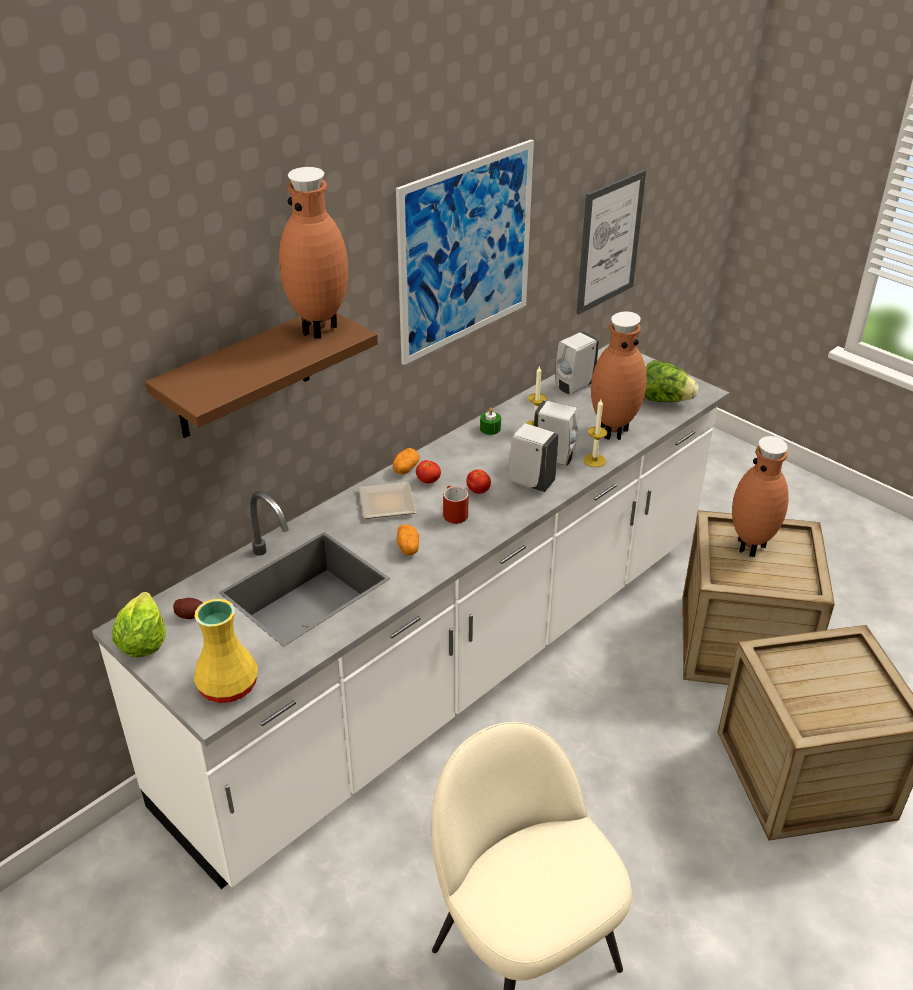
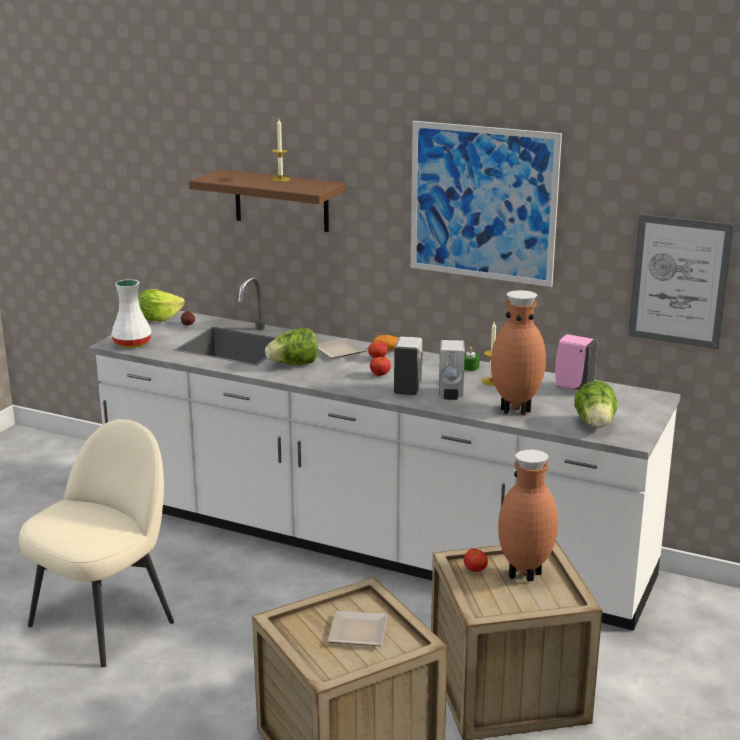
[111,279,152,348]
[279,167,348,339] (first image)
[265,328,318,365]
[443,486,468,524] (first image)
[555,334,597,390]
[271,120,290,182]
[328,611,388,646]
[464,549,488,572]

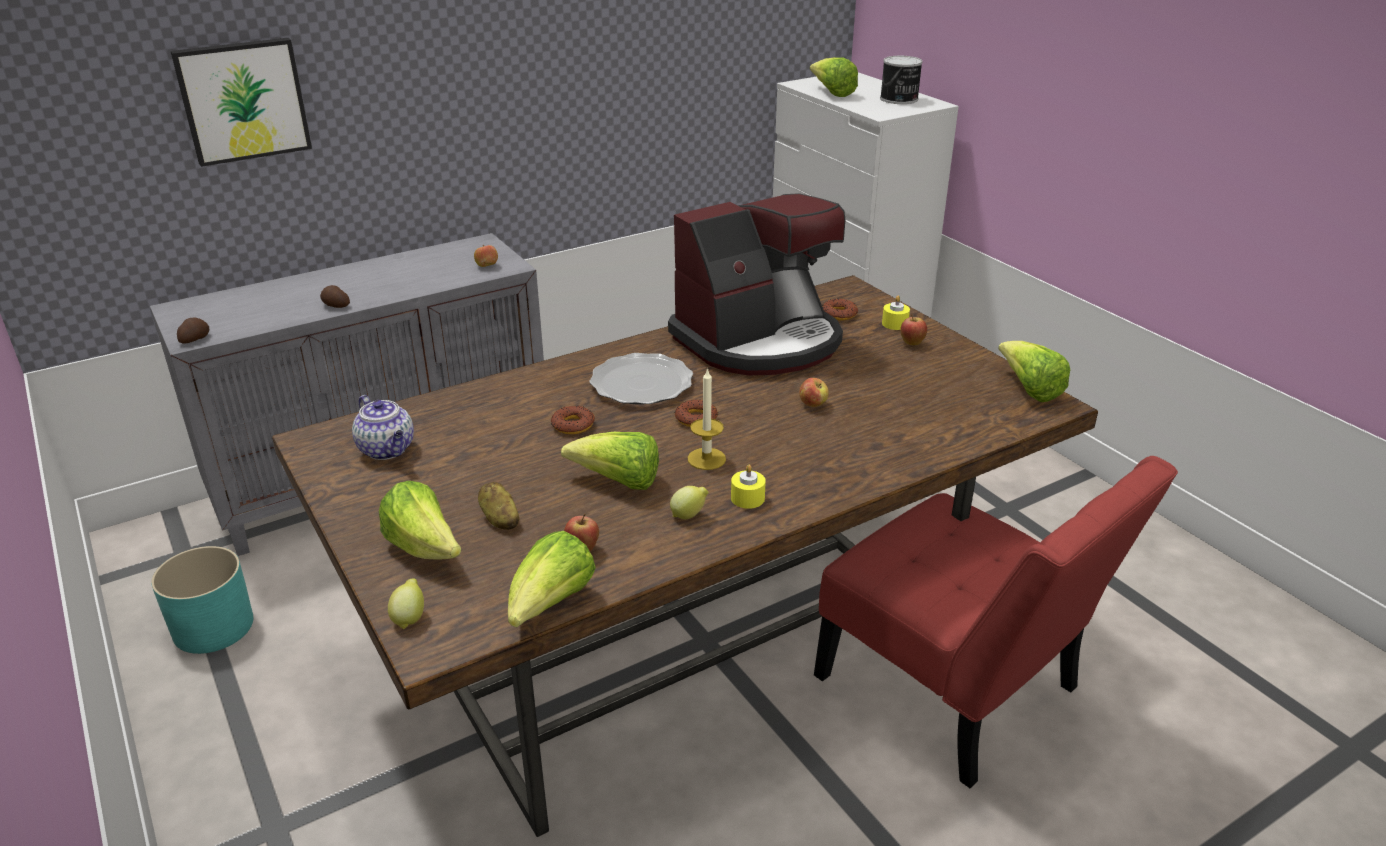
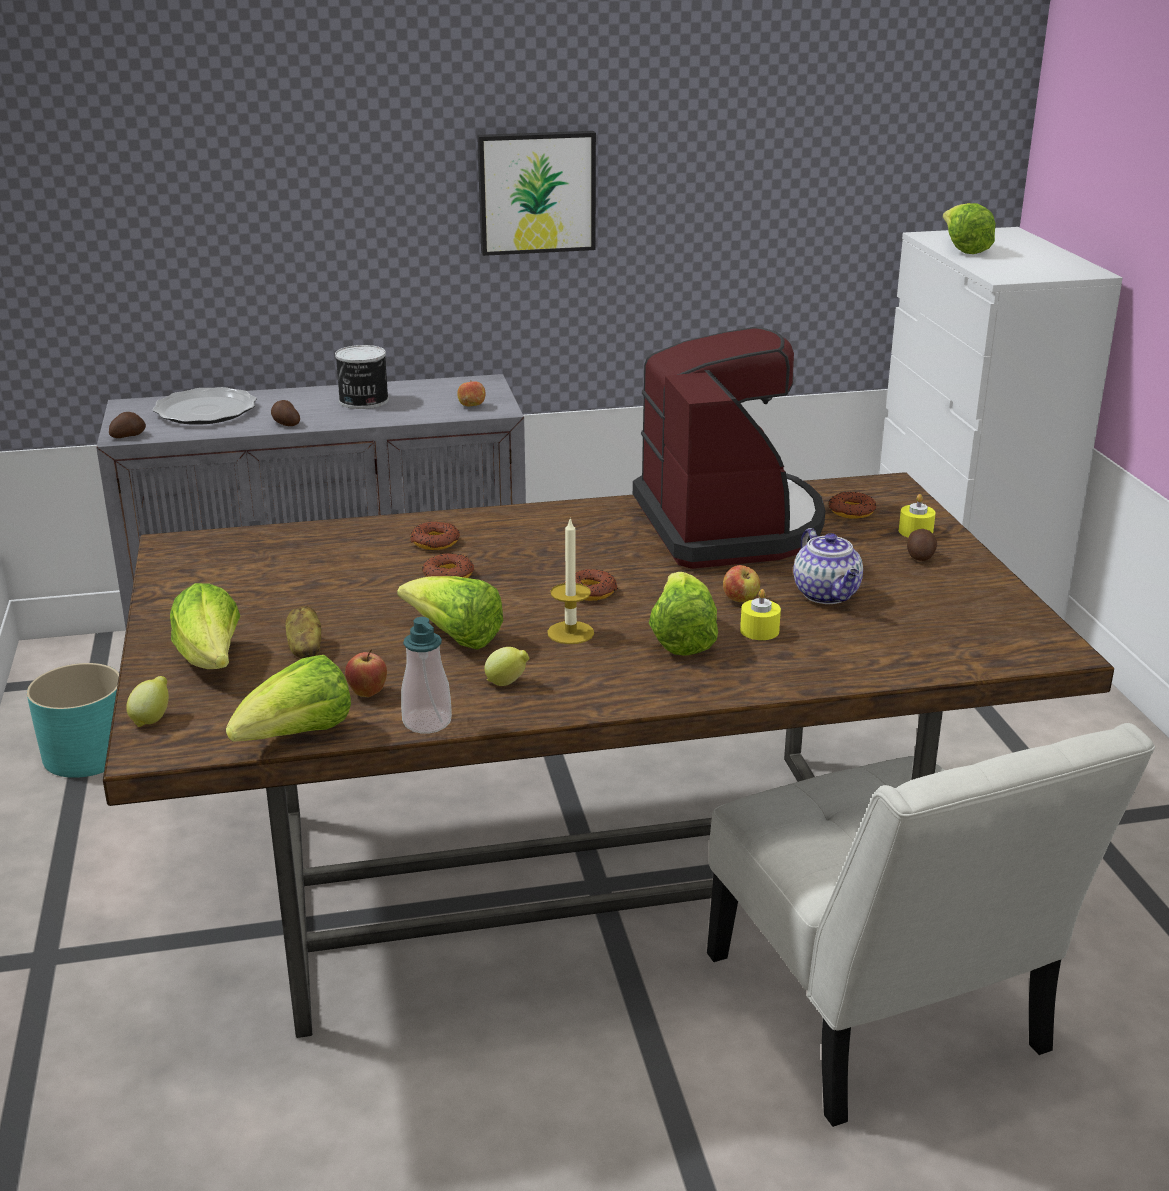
[477,131,596,256]
[793,528,863,604]
[152,387,257,425]
[633,327,825,569]
[740,589,781,640]
[707,723,1155,1127]
[335,345,389,409]
[907,529,937,561]
[649,572,718,656]
[401,617,452,733]
[411,521,460,550]

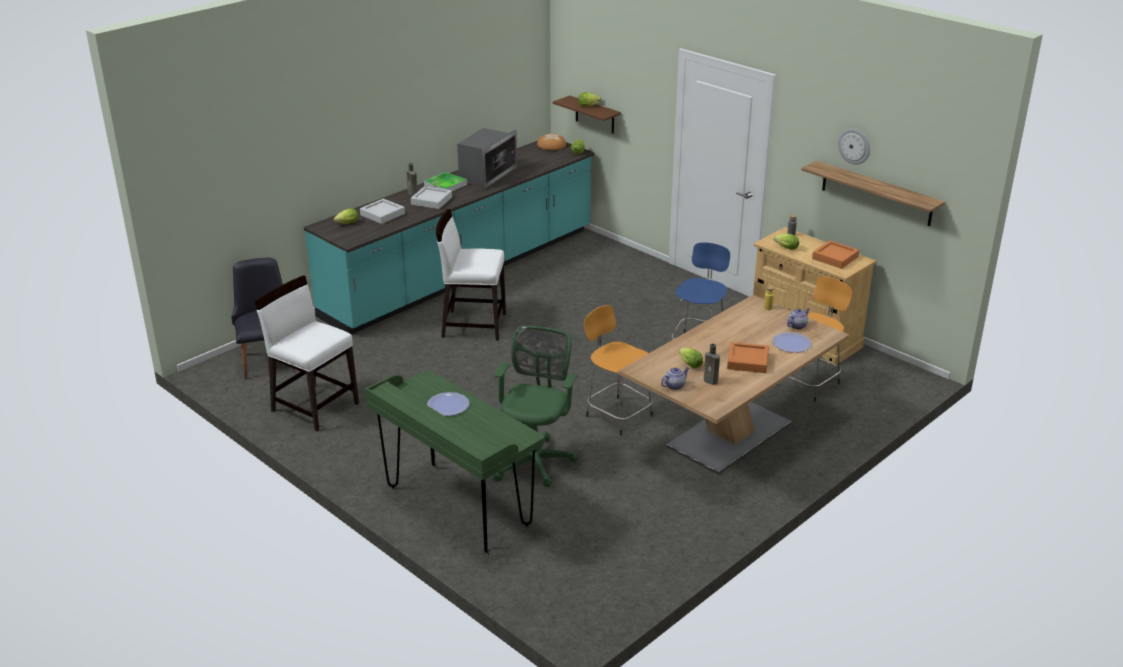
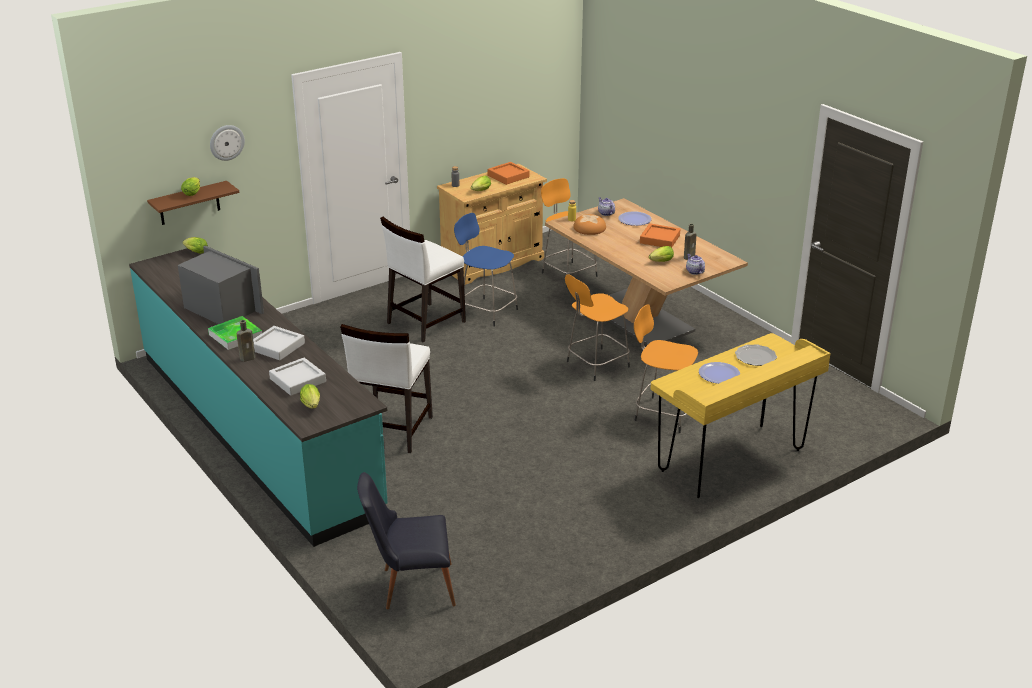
[380,217,466,342]
[650,333,830,498]
[634,304,698,433]
[573,214,606,235]
[801,161,945,226] (first image)
[210,125,245,161]
[735,344,777,366]

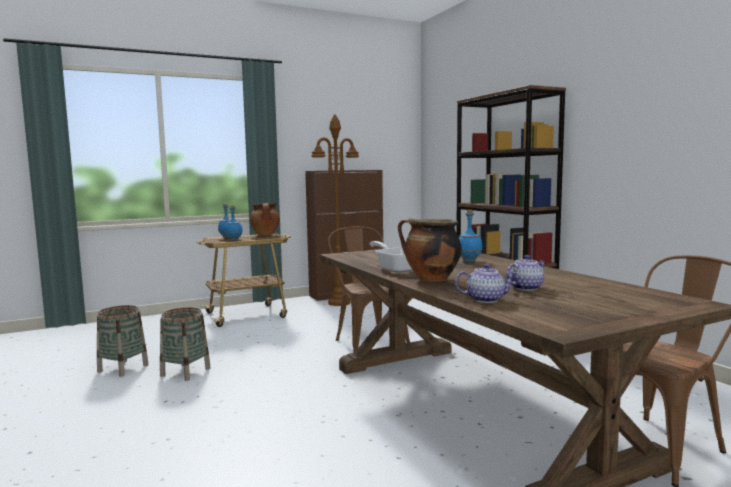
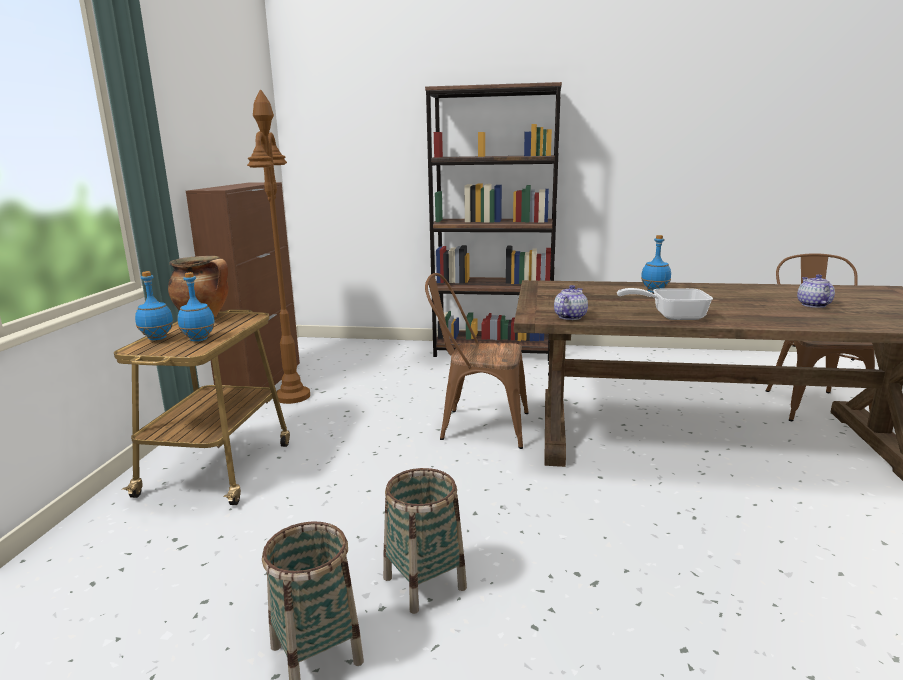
[398,218,462,282] (first image)
[554,285,588,320]

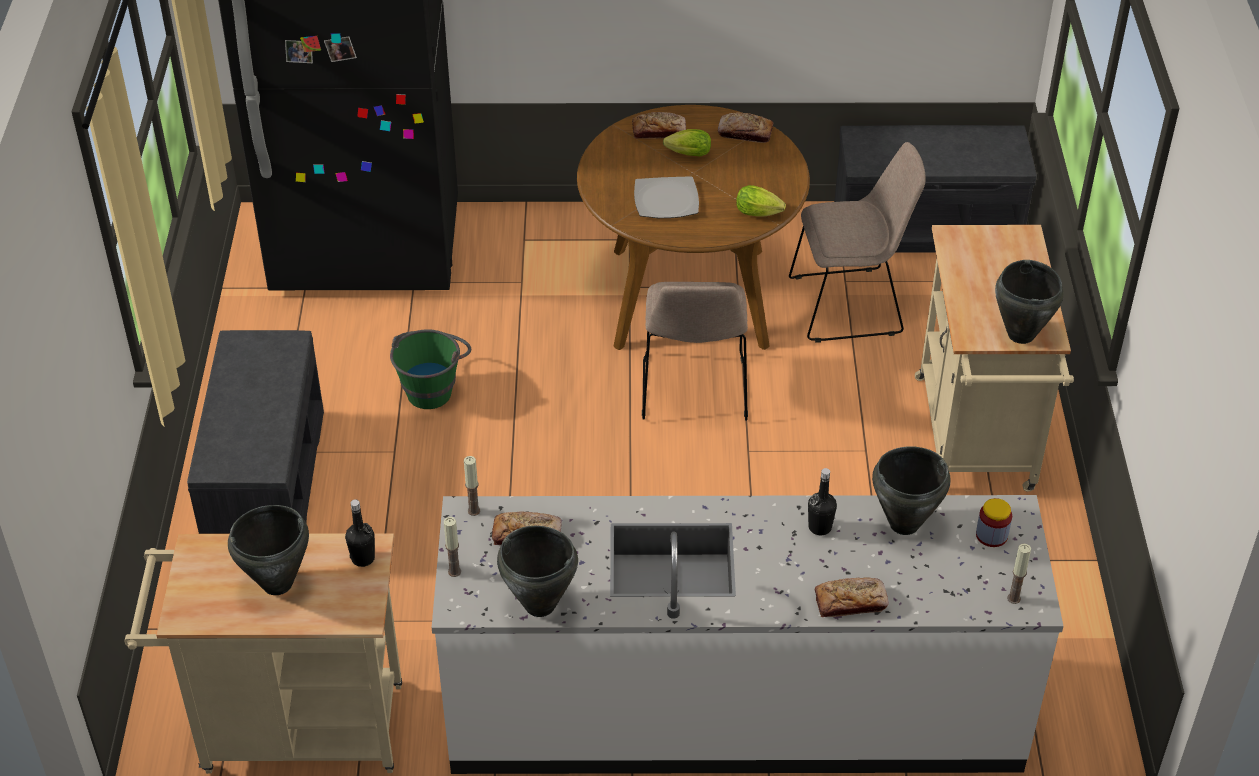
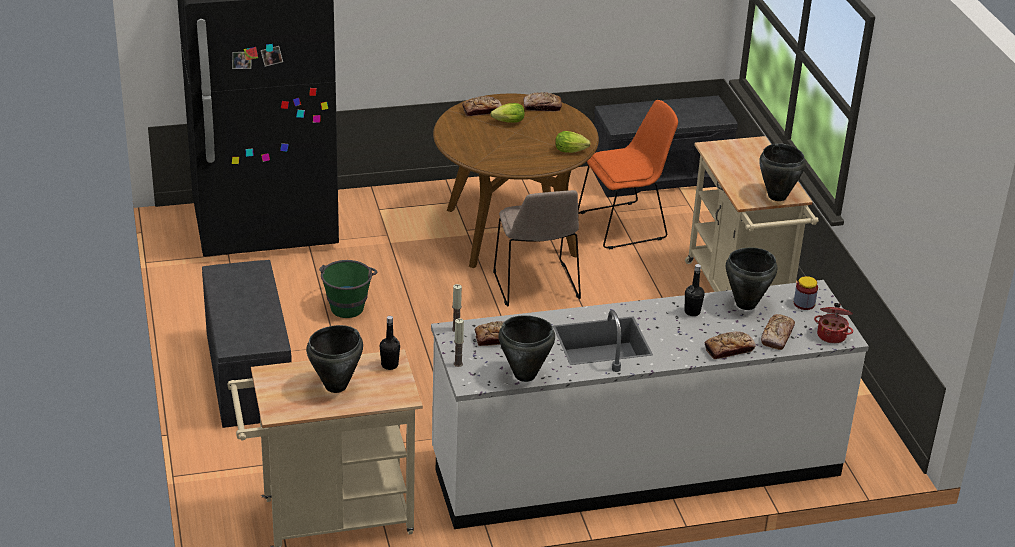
[634,176,699,218] (first image)
[578,100,678,249]
[814,303,853,344]
[761,314,795,350]

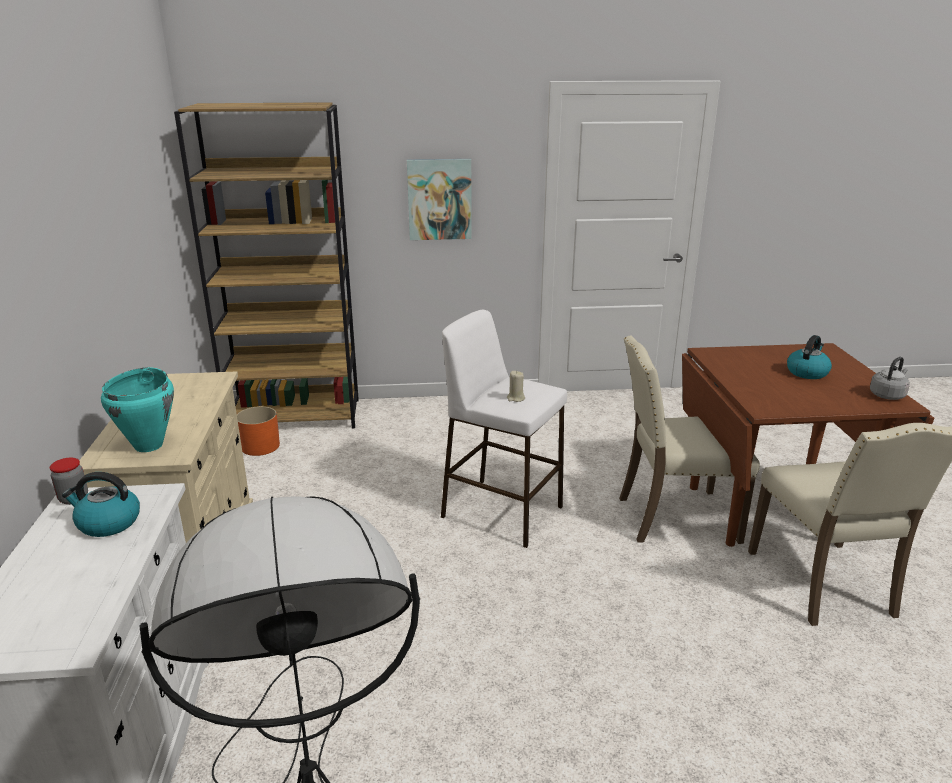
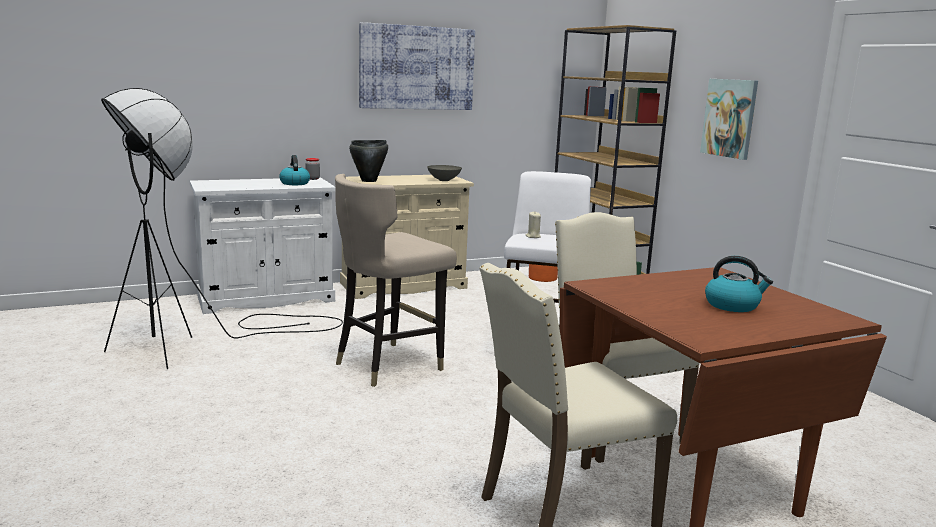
[349,140,388,182]
[870,357,910,400] (first image)
[335,174,457,387]
[359,22,475,110]
[427,165,462,181]

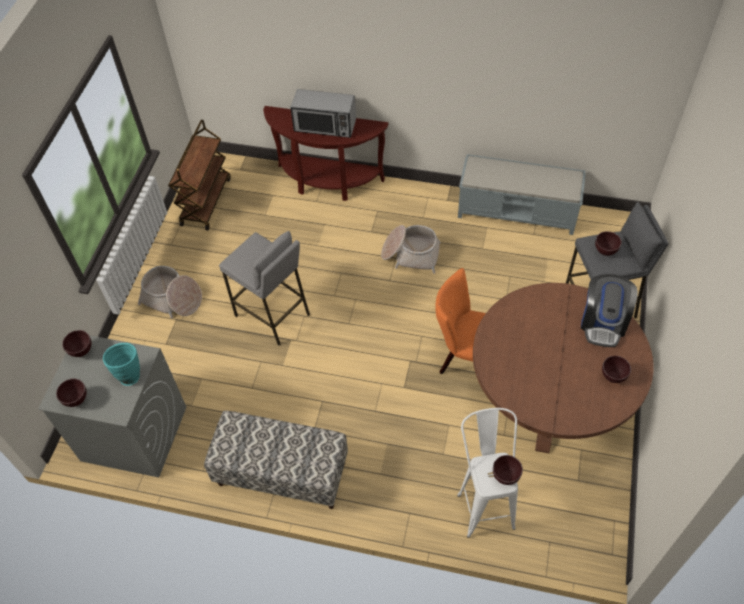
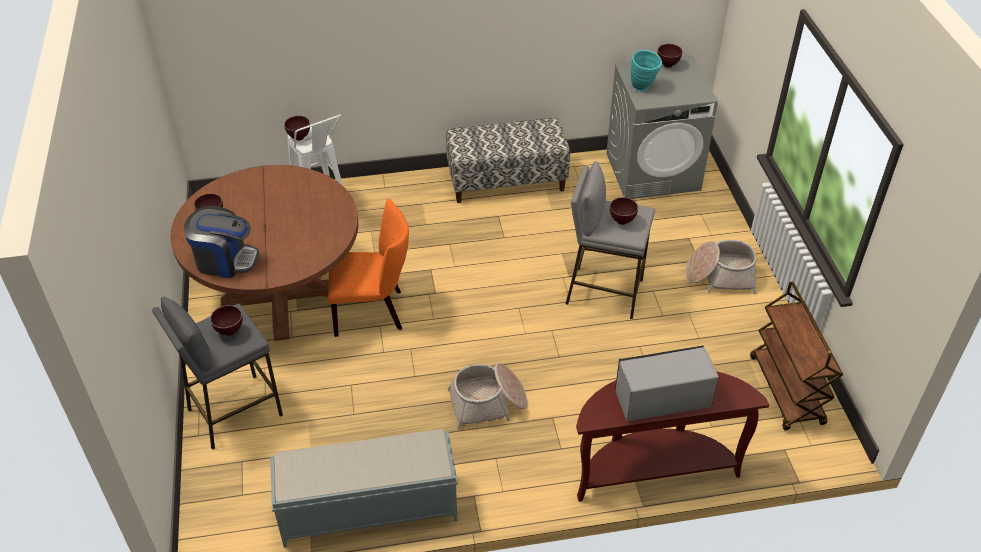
[610,197,638,225]
[184,206,259,278]

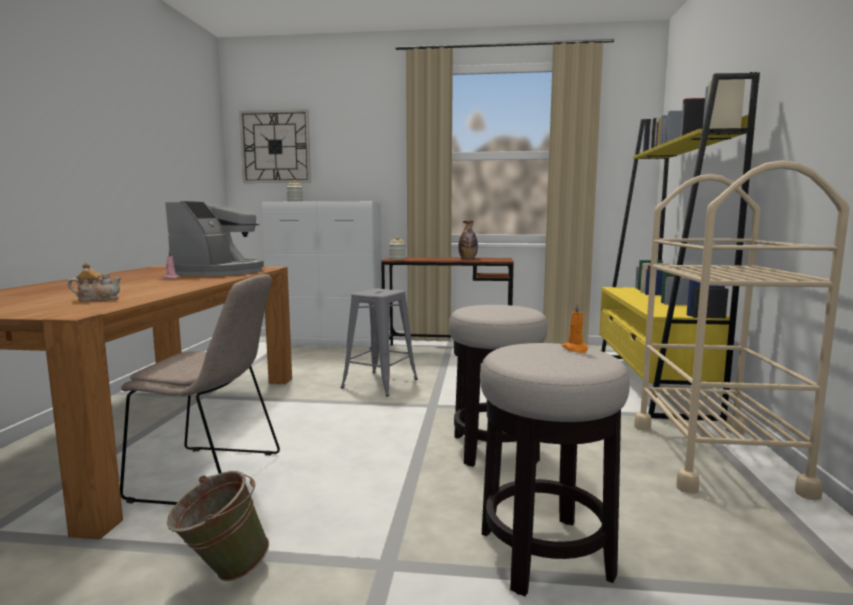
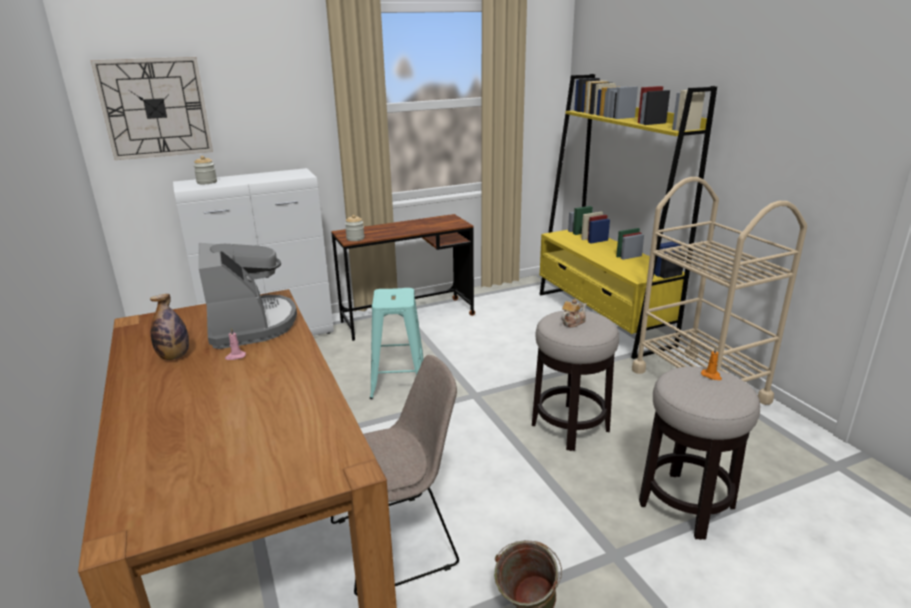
[561,299,587,328]
[370,288,424,399]
[150,294,189,360]

